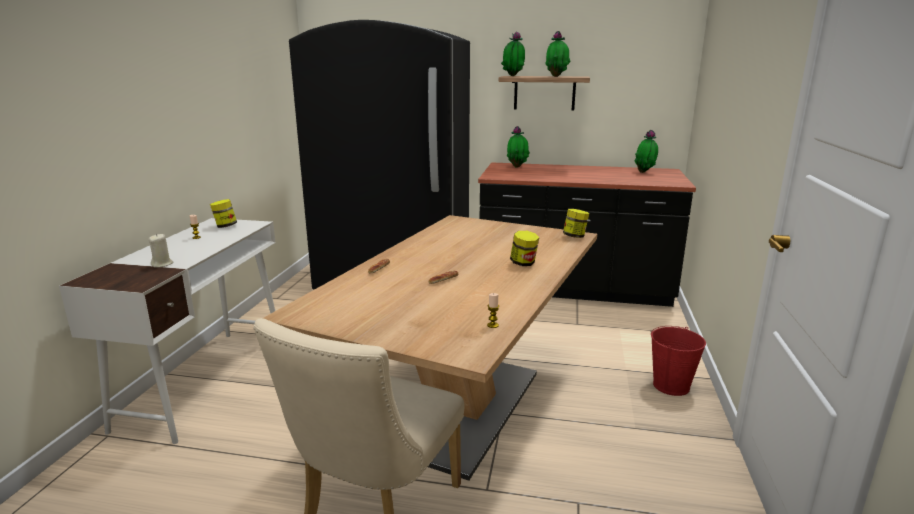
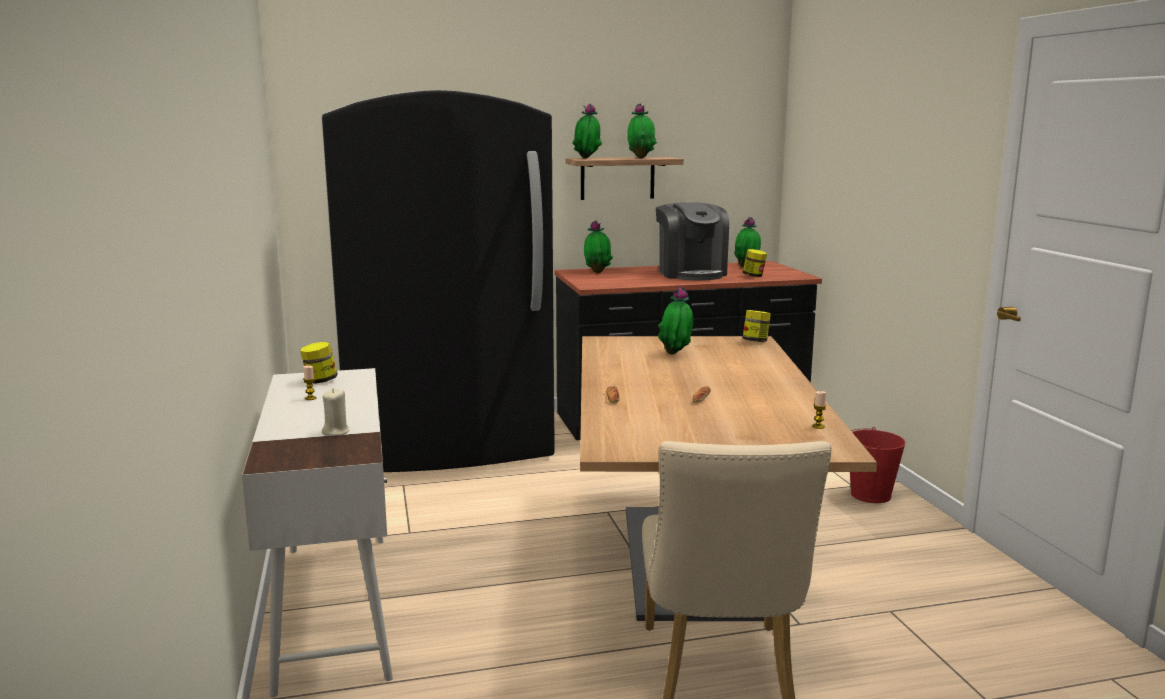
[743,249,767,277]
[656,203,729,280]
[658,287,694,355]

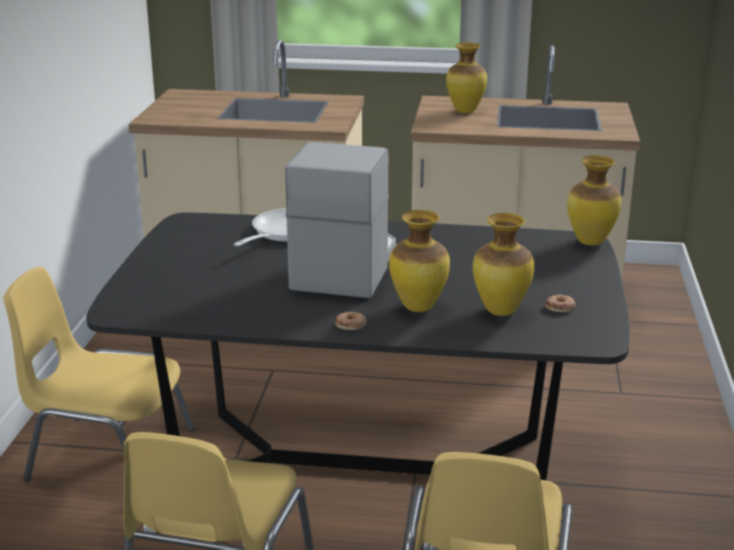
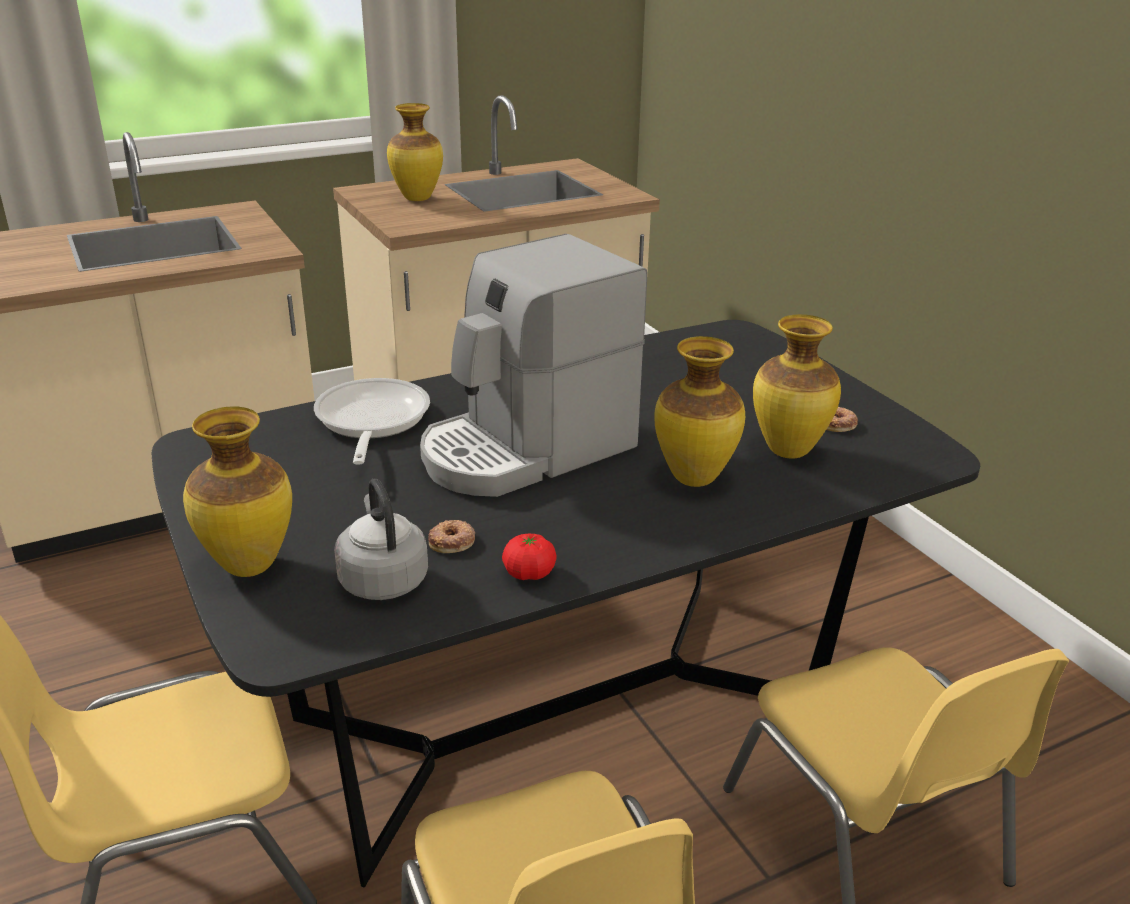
[420,234,647,497]
[428,520,475,553]
[183,406,292,577]
[334,478,428,600]
[502,534,557,580]

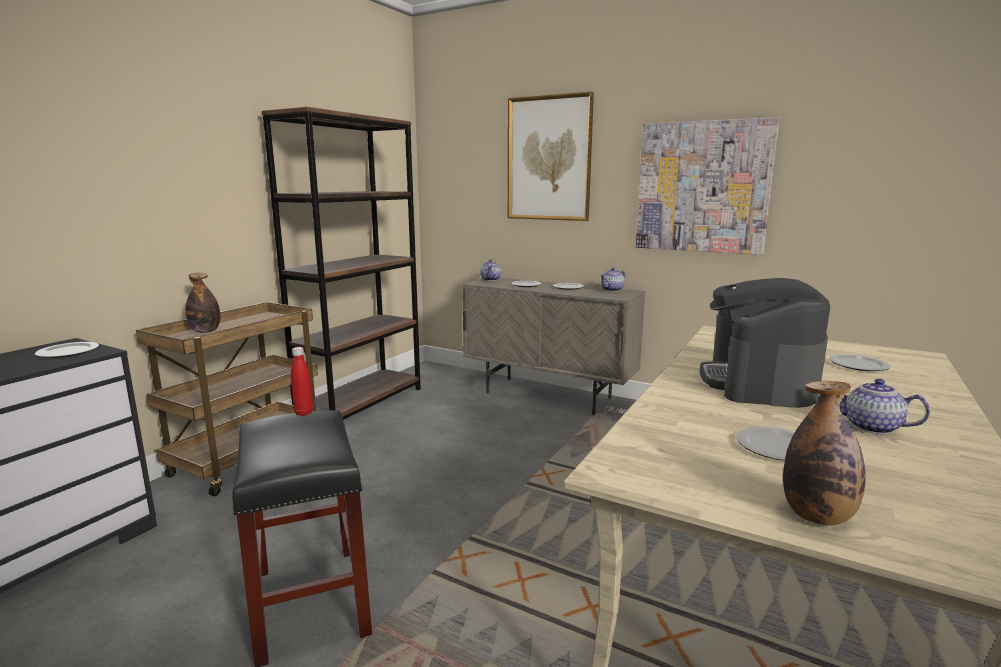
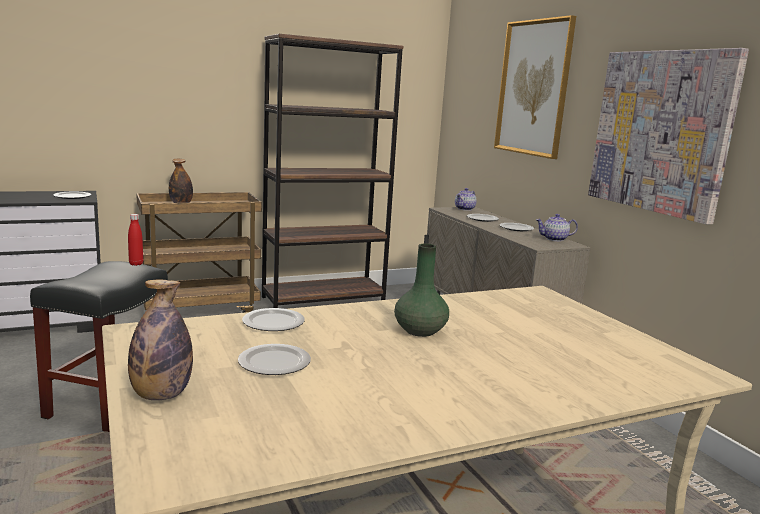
[394,244,449,337]
[242,308,305,331]
[839,379,930,434] (first image)

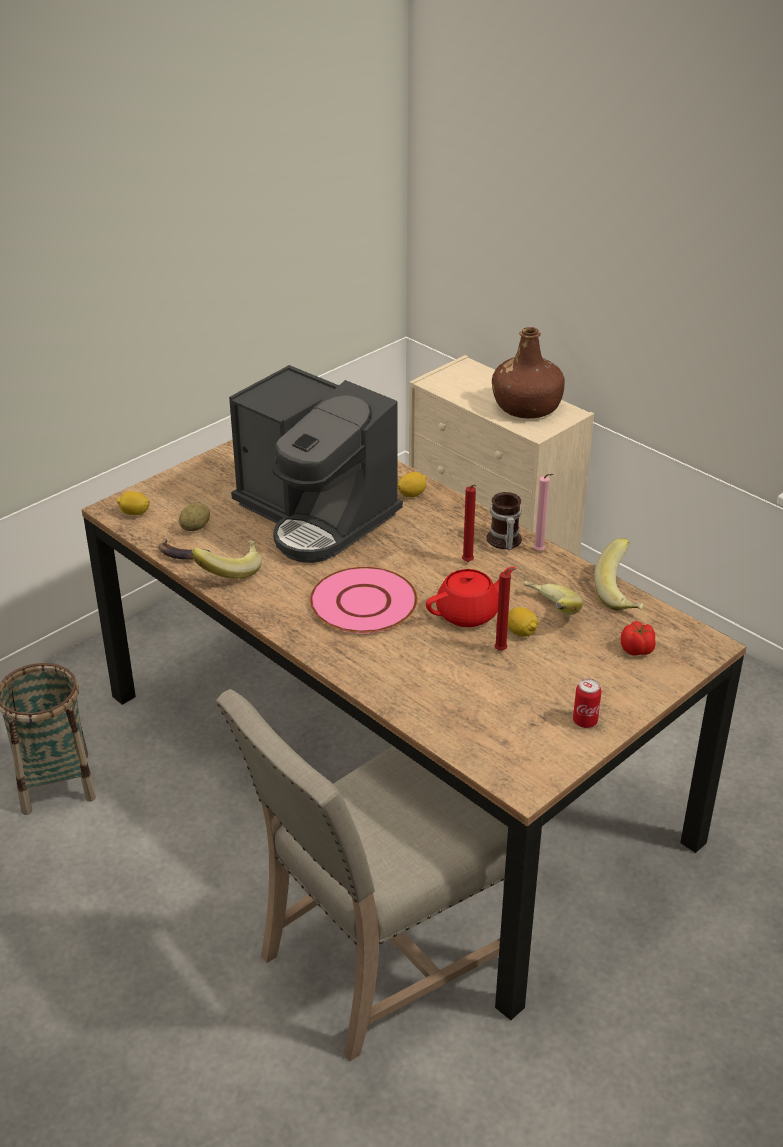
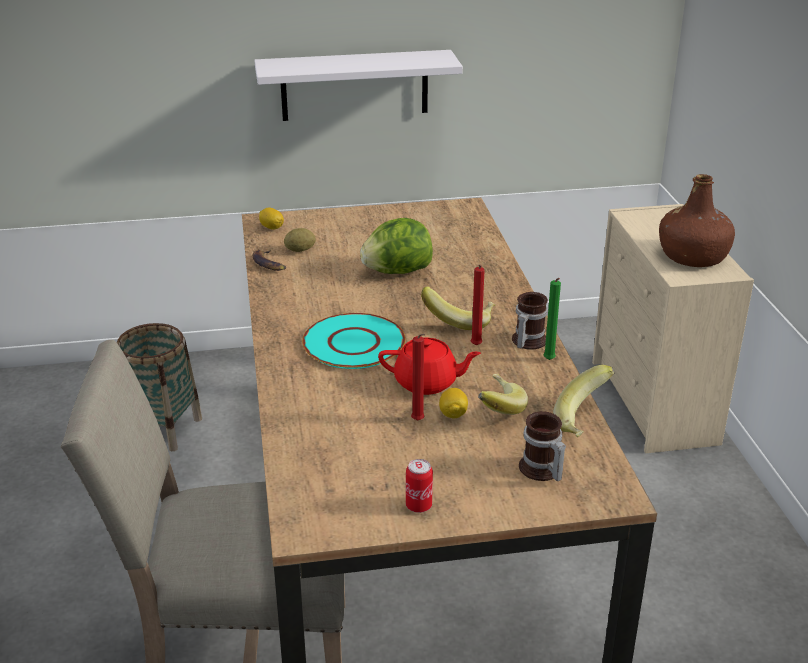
[421,286,496,330]
[360,218,433,274]
[302,313,405,369]
[397,472,426,498] (first image)
[543,278,561,360]
[519,411,566,481]
[254,50,463,121]

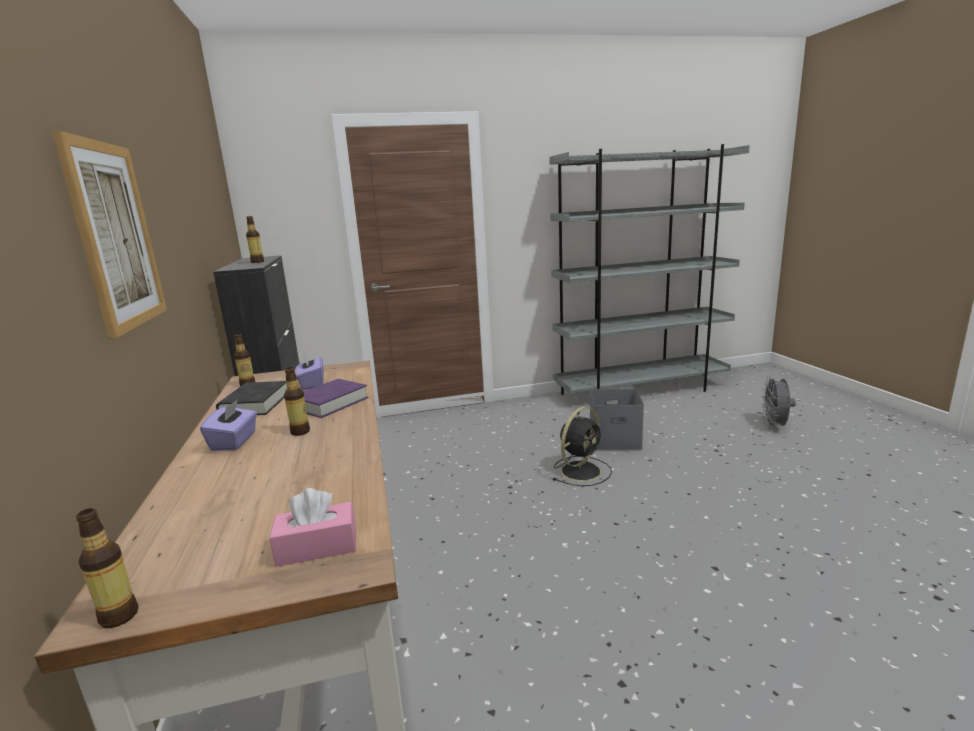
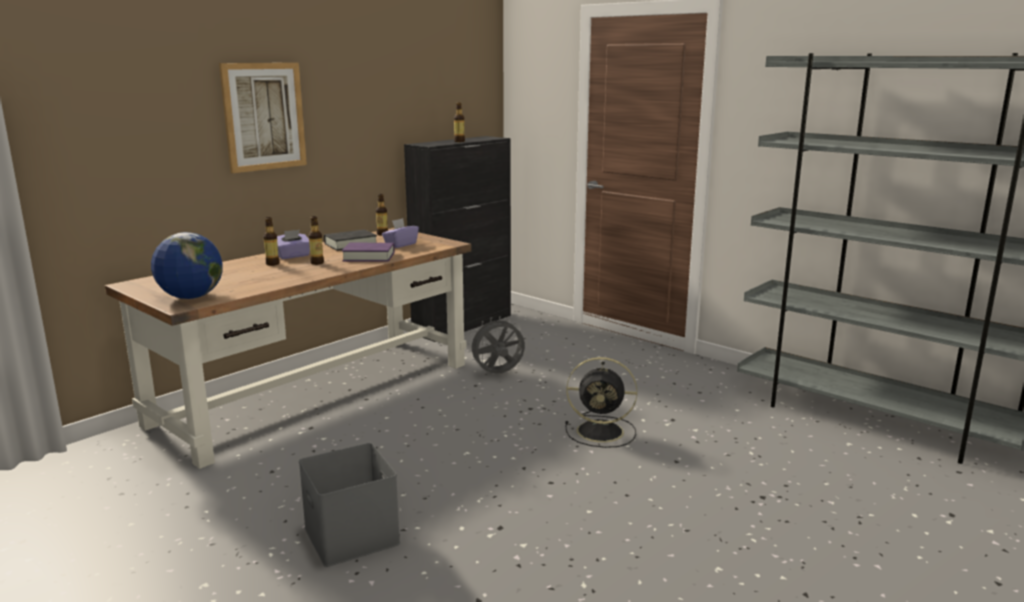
[263,217,280,266]
[151,232,223,299]
[299,443,400,567]
[468,316,525,373]

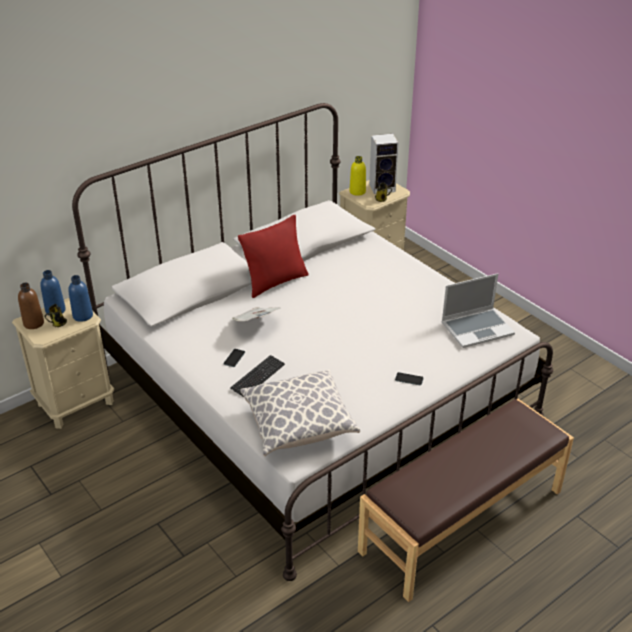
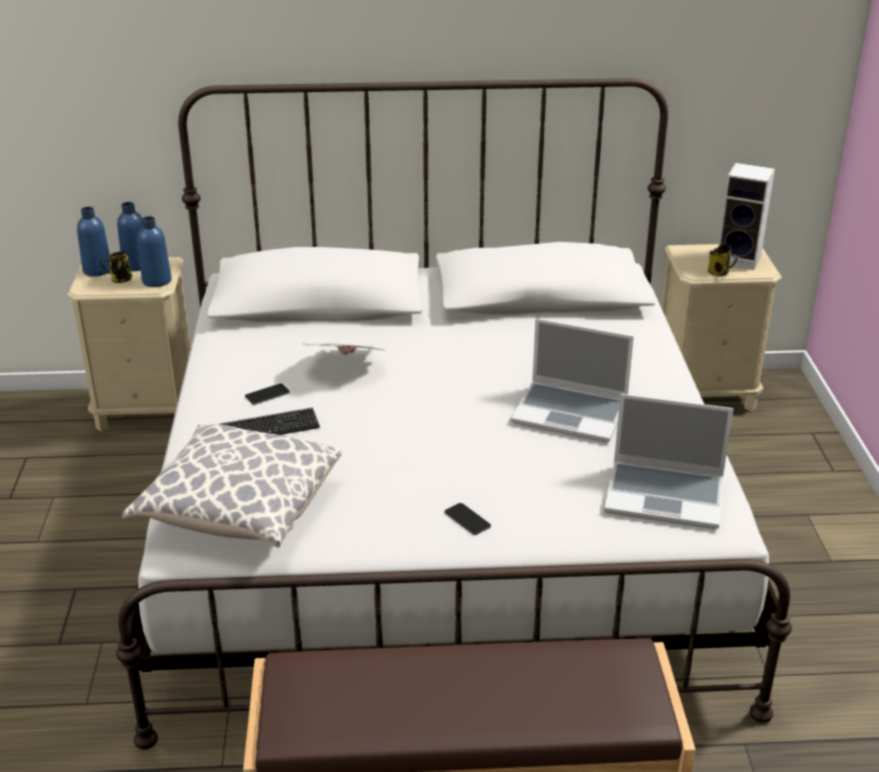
[77,207,111,276]
[238,215,309,298] (first image)
[349,156,366,196] (first image)
[511,319,634,443]

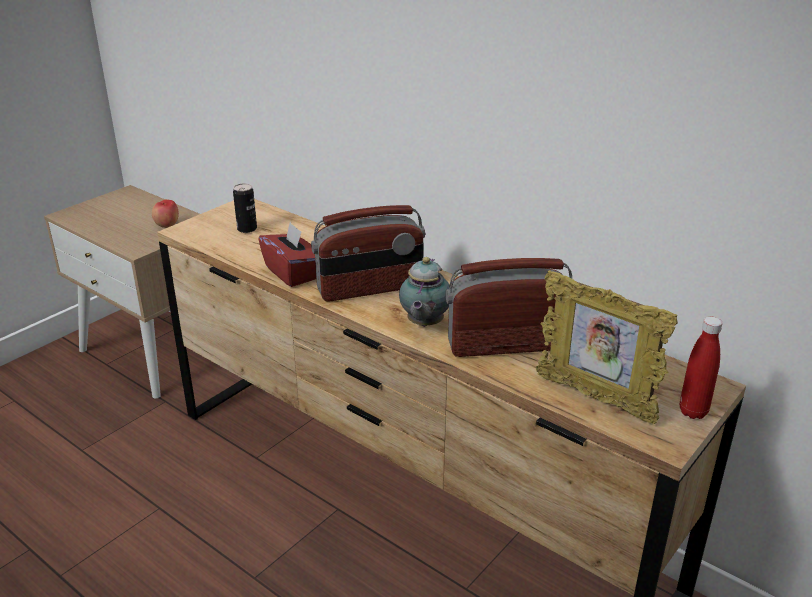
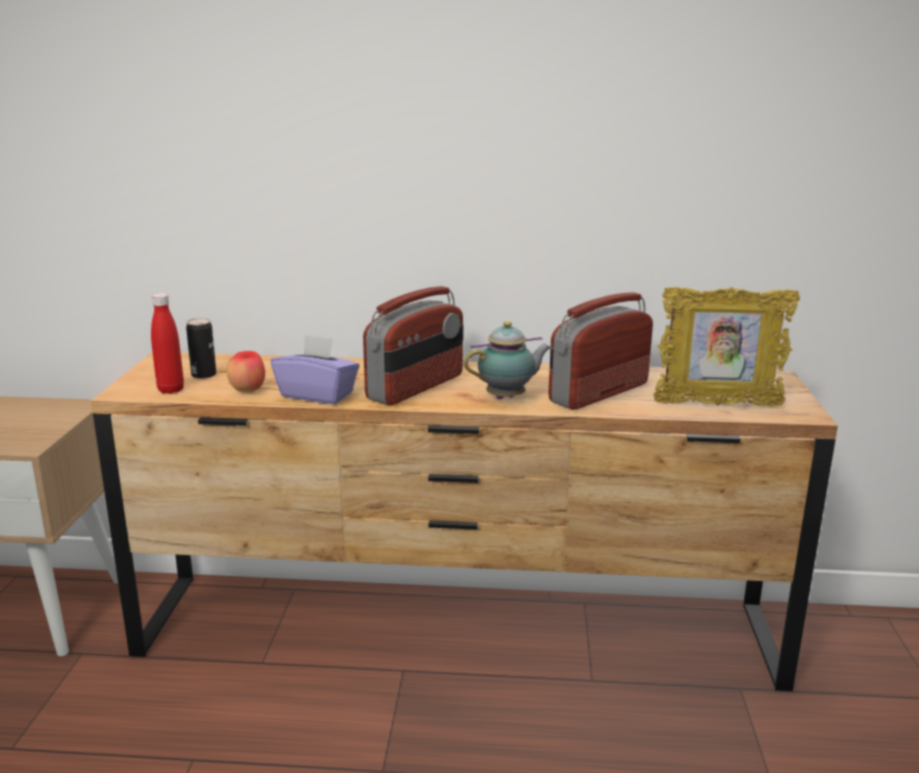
[227,351,265,393]
[271,334,360,404]
[464,321,551,399]
[151,293,184,394]

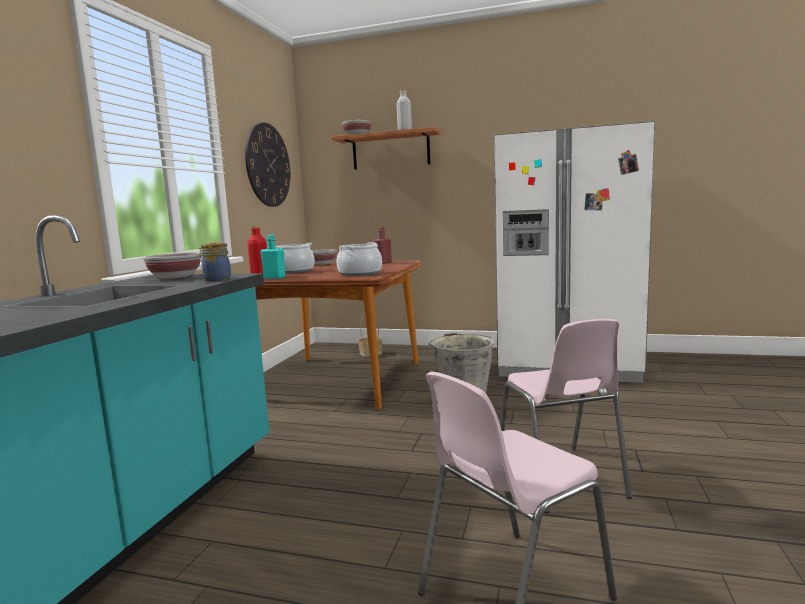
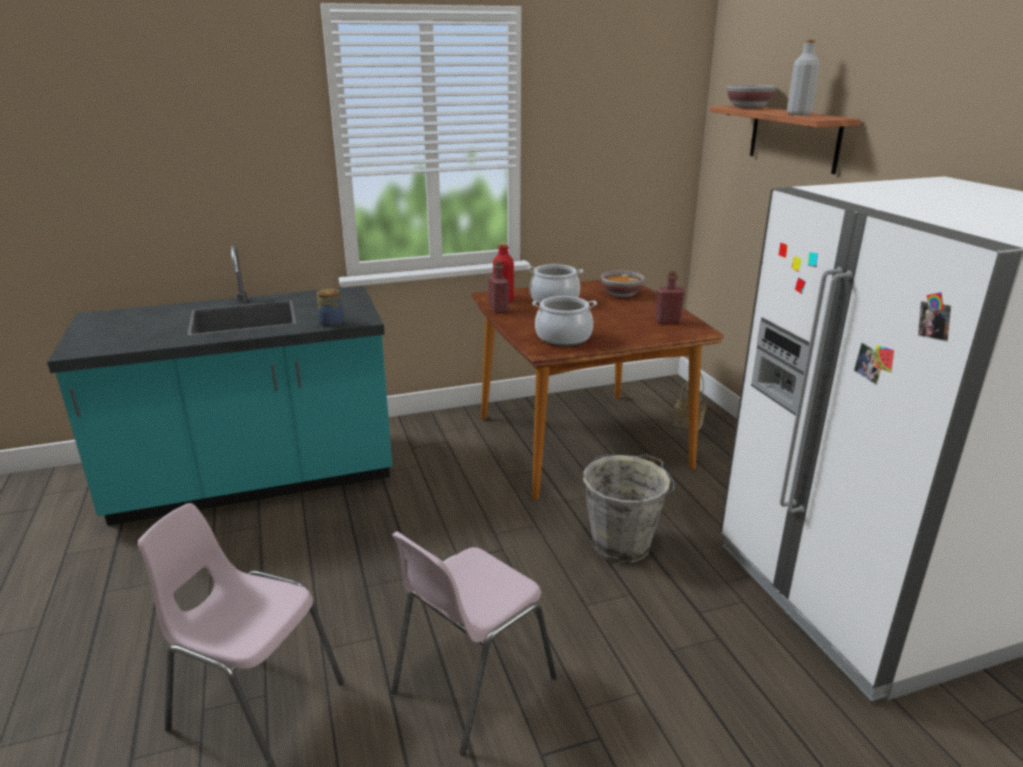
[144,253,200,279] (first image)
[245,123,290,207] (first image)
[488,261,509,313]

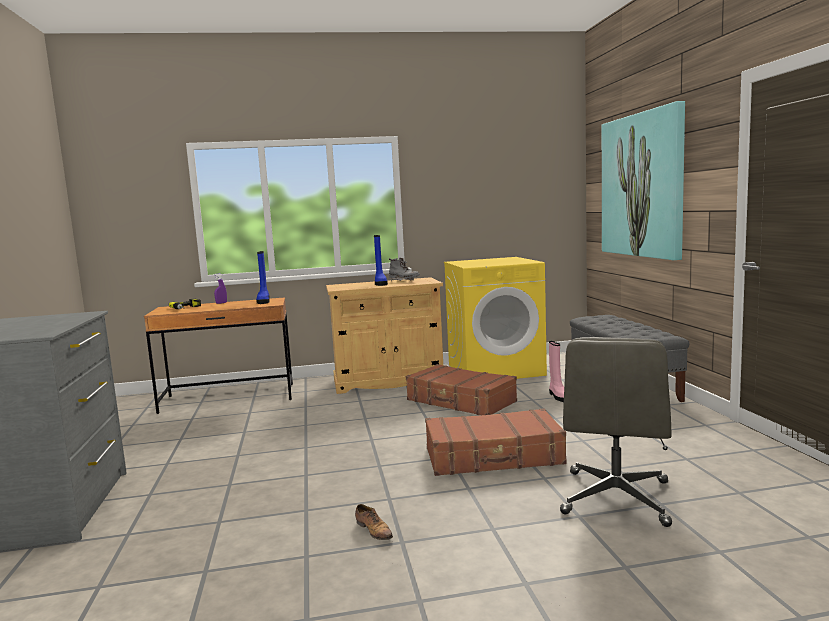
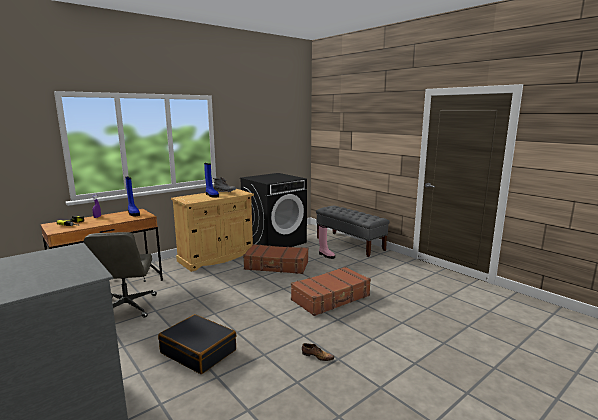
[240,173,307,247]
[84,232,157,318]
[602,101,685,260] (first image)
[158,314,237,374]

